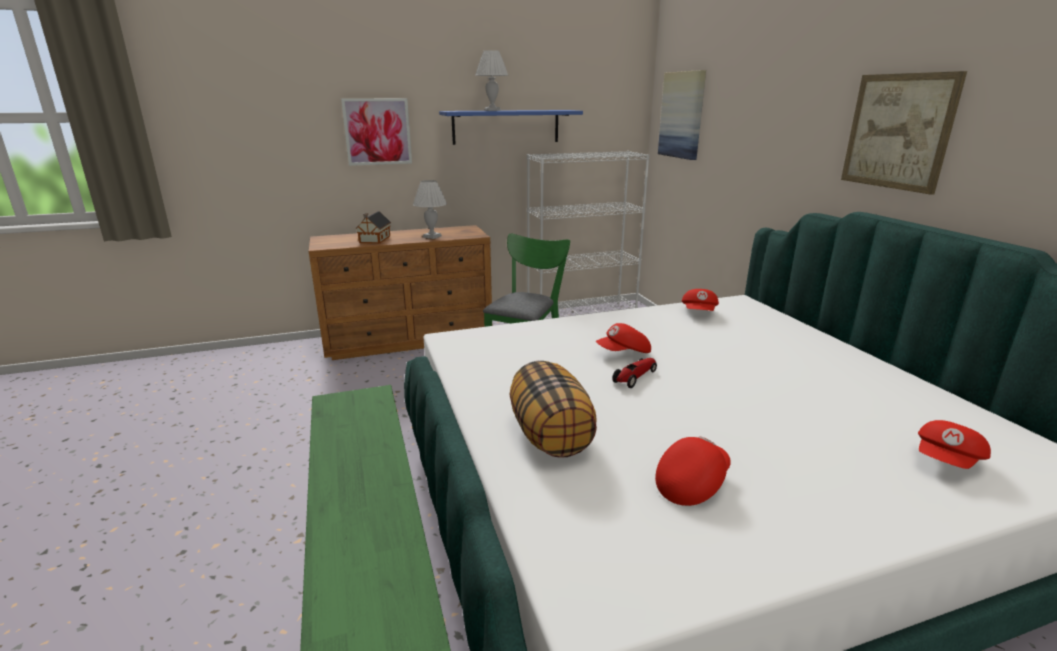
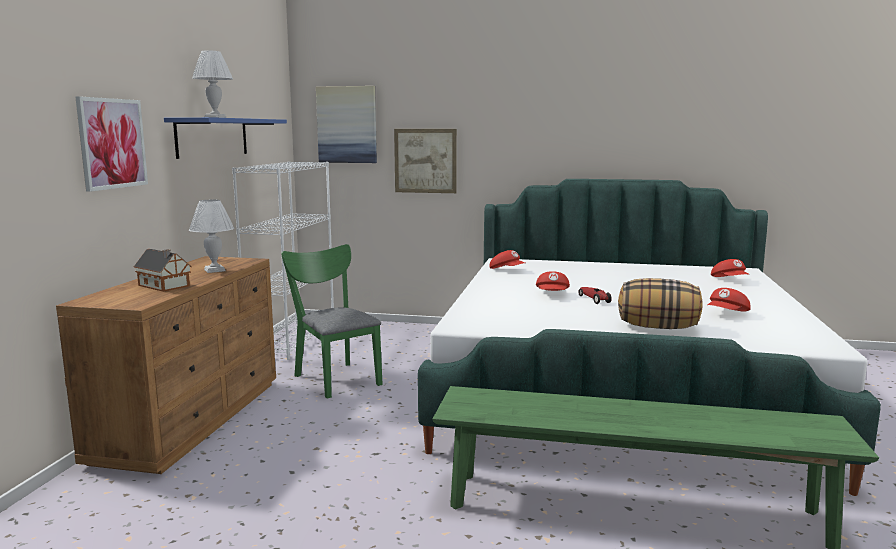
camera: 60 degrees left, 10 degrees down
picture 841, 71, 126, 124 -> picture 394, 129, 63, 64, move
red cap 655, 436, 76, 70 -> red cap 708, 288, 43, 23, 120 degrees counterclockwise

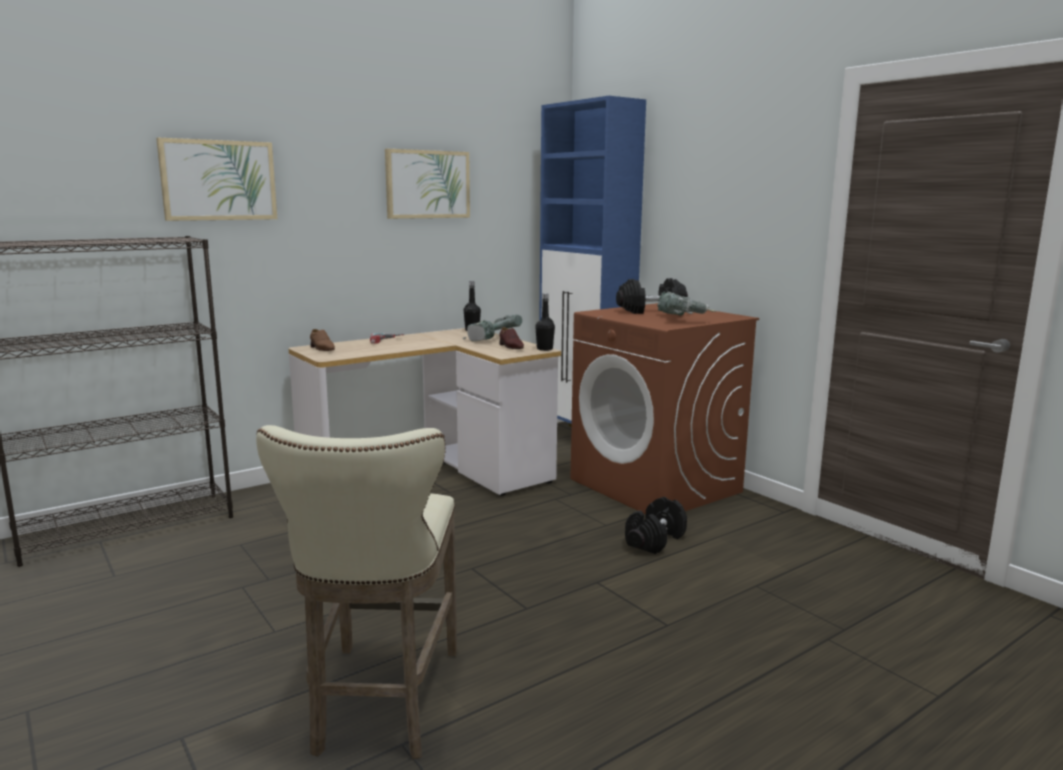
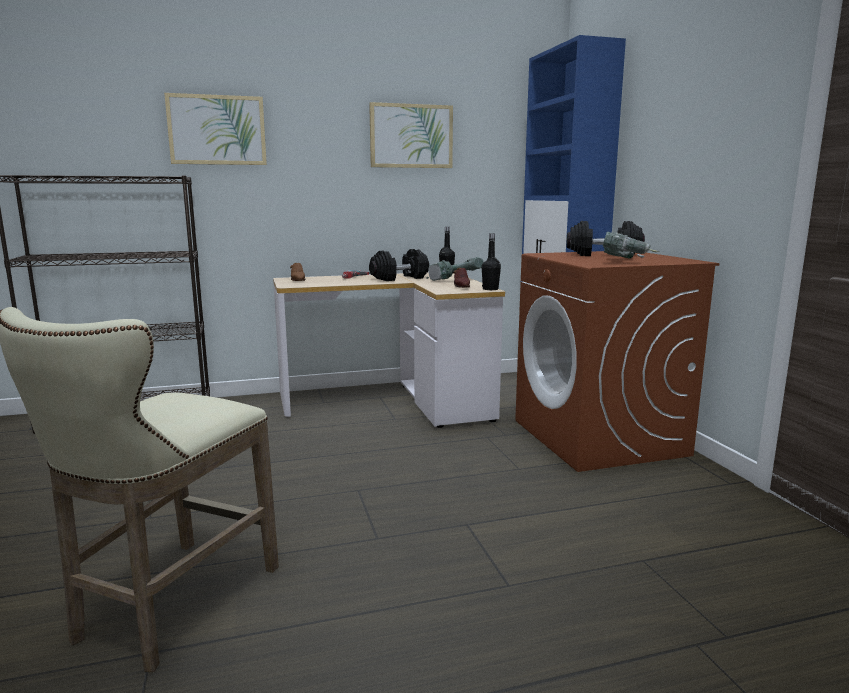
camera: 20 degrees right, 0 degrees up
black dumbbell 625, 497, 62, 57 -> black dumbbell 369, 249, 60, 32, move

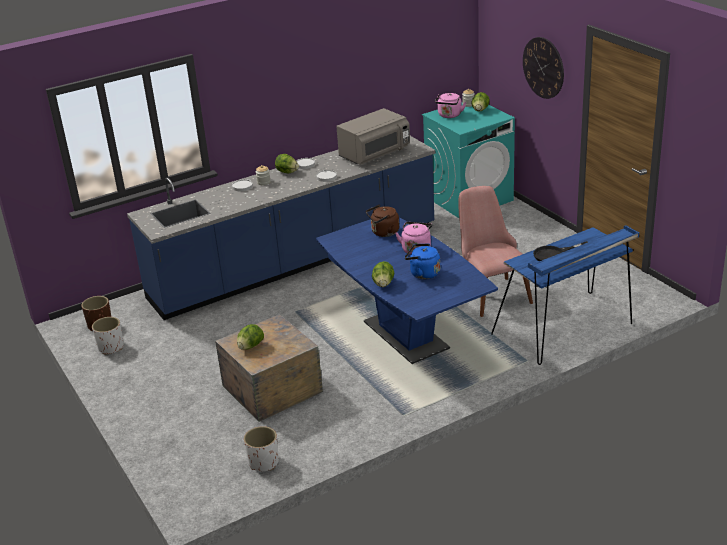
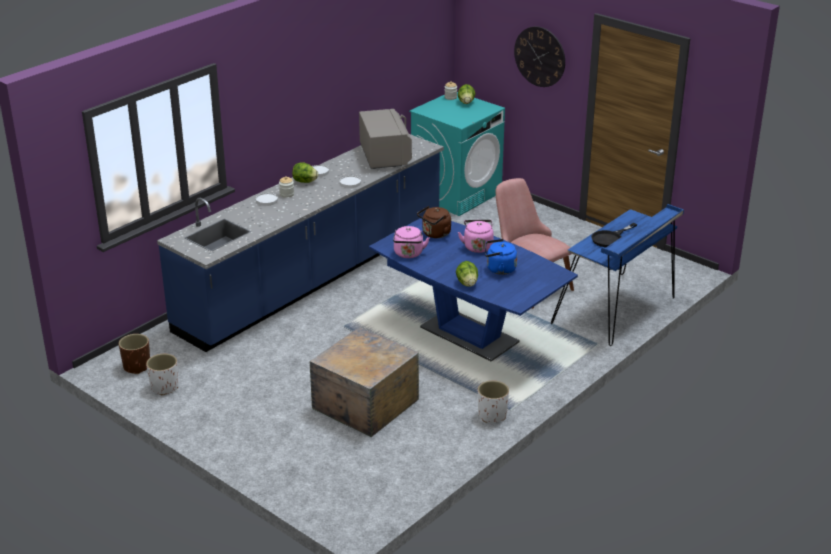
camera: 20 degrees left, 0 degrees up
pink kettle 435, 93, 31, 25 -> pink kettle 393, 226, 37, 32, move
grey microwave 336, 108, 74, 57 -> grey microwave 359, 109, 53, 60, 45 degrees counterclockwise
lettuce 237, 324, 27, 26 -> none
white planter 244, 426, 35, 45 -> white planter 478, 381, 31, 42, move

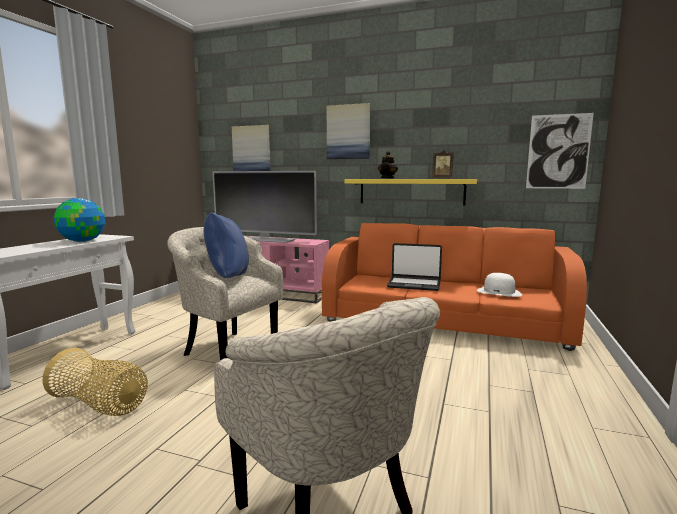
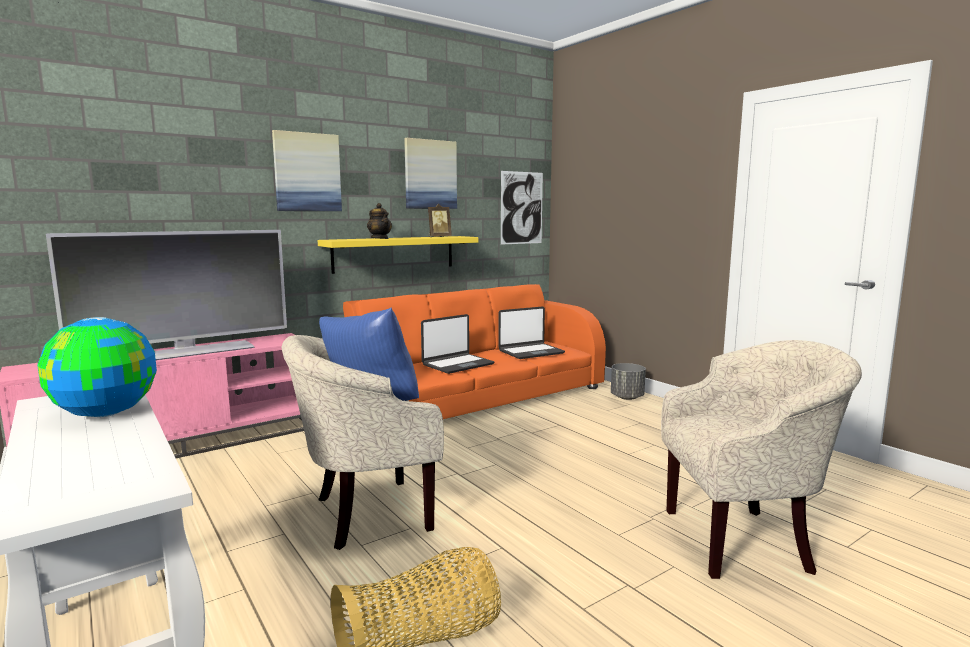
camera: 55 degrees left, 0 degrees up
picture 232, 125, 38, 46 -> picture 404, 138, 53, 71, move
white hat 477, 273, 45, 24 -> laptop 498, 306, 67, 53
none -> grey planter 611, 363, 35, 37

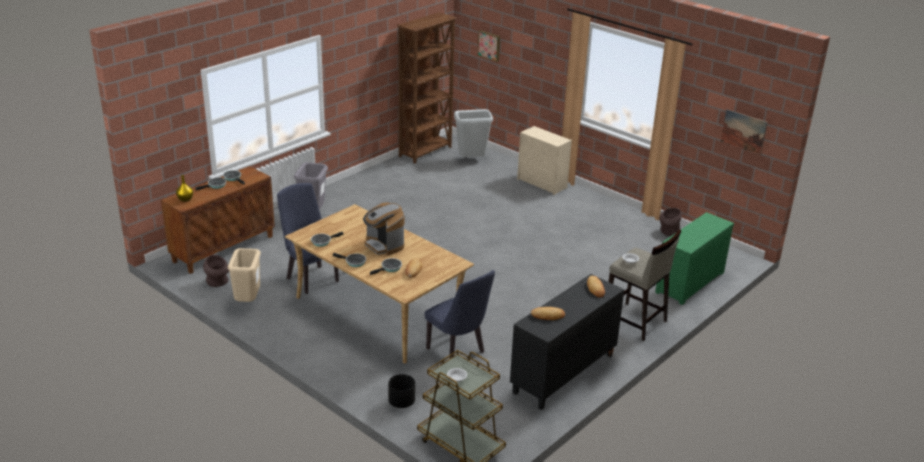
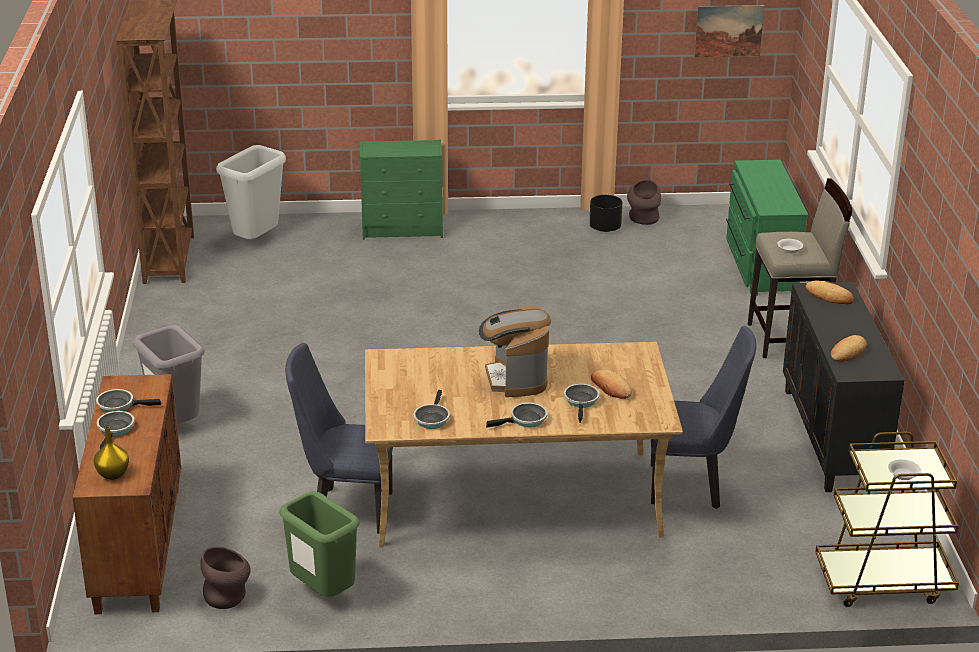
camera: 45 degrees left, 0 degrees up
picture 478, 30, 22, 32 -> none
beige dresser 517, 126, 55, 69 -> green dresser 360, 139, 83, 101
coffee machine 363, 202, 42, 54 -> coffee machine 479, 306, 72, 91, 75 degrees clockwise
beige trash can 228, 248, 33, 54 -> green trash can 279, 491, 81, 106
black planter 388, 374, 27, 34 -> black planter 589, 195, 33, 37, move

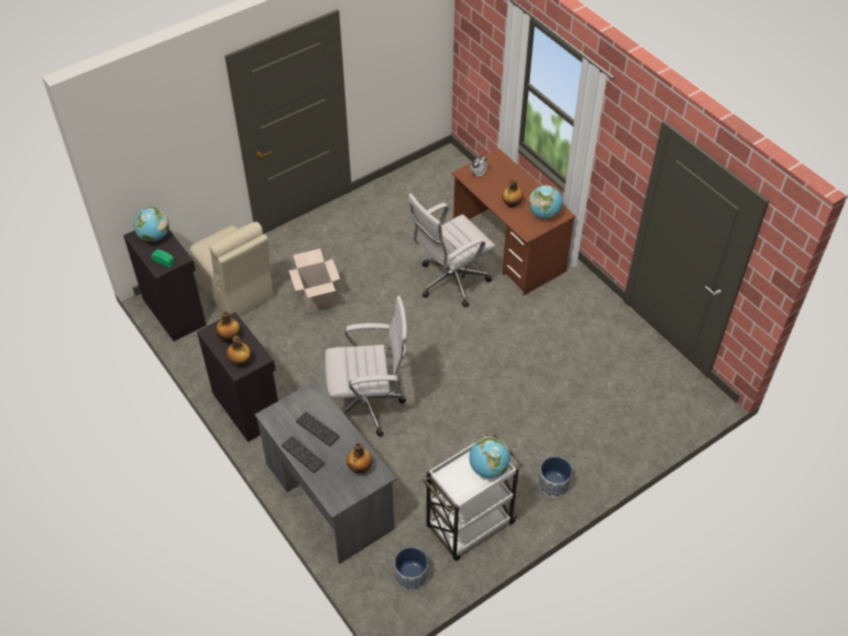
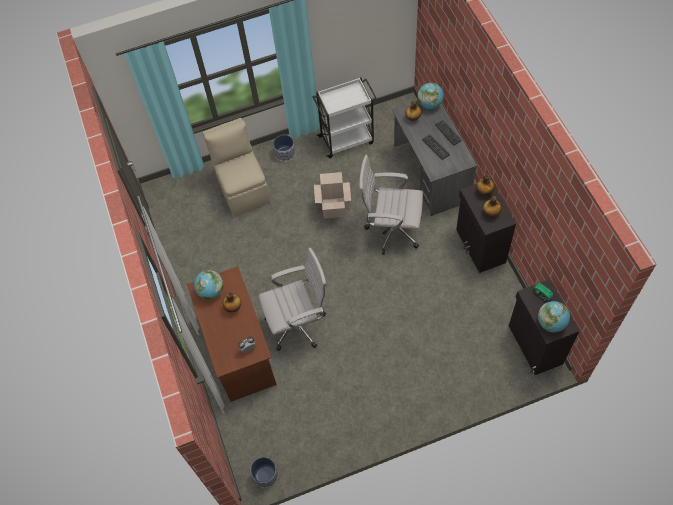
camera: 160 degrees left, 10 degrees up
beige chair 190, 222, 84, 95 -> beige chair 202, 118, 68, 98, move
cardboard box 289, 249, 51, 63 -> cardboard box 314, 172, 37, 47, move
globe 469, 436, 41, 42 -> globe 417, 83, 27, 26, move
planter 394, 547, 34, 44 -> planter 250, 457, 28, 31, move

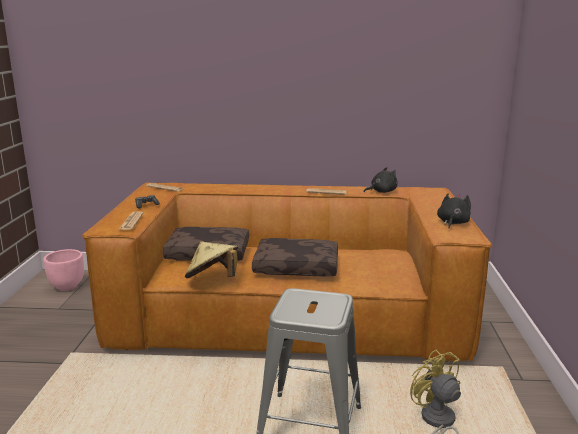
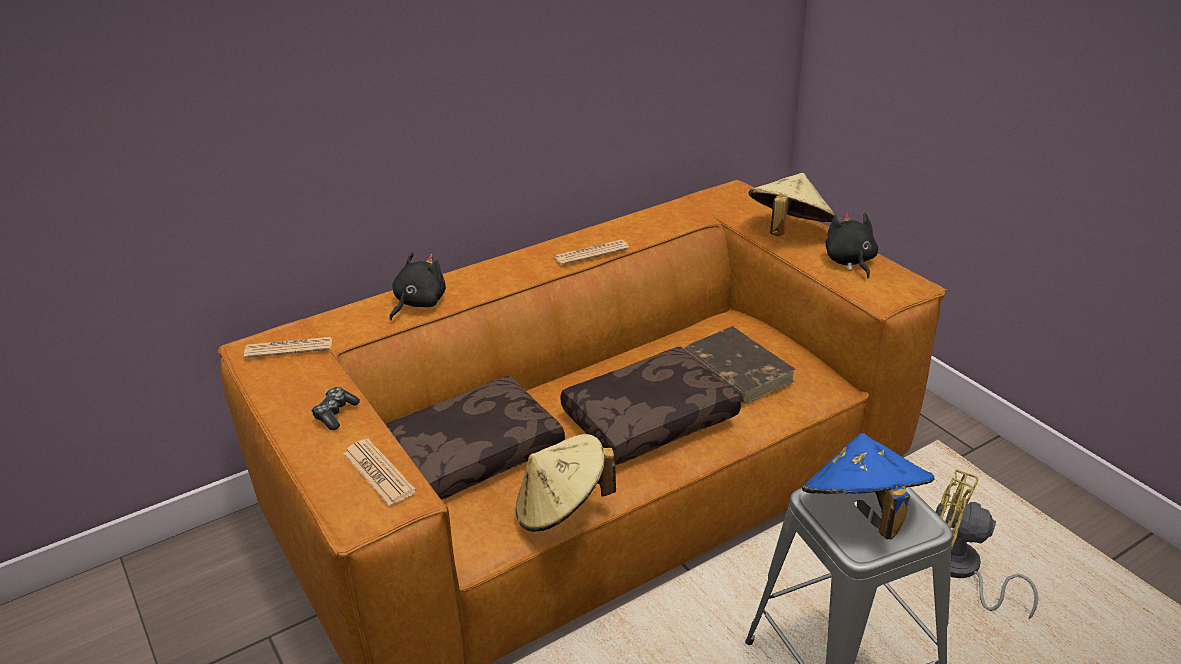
camera: 35 degrees left, 15 degrees up
black plush toy 364, 167, 34, 26 -> black plush toy 390, 252, 56, 68, move
pink planter 43, 249, 41, 42 -> none
none -> beige hat 748, 173, 89, 63
none -> brown book 684, 326, 112, 78
none -> blue hat 802, 433, 132, 106

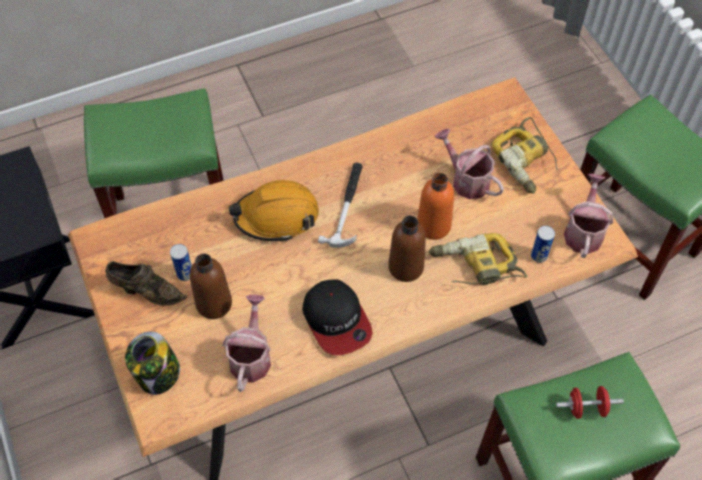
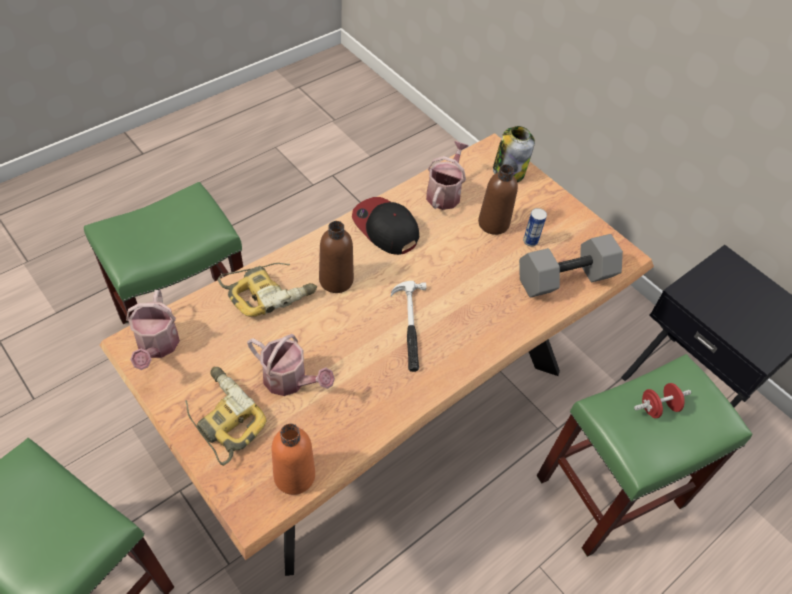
camera: 160 degrees right, 5 degrees down
orange bottle 417, 173, 37, 67 -> orange bottle 271, 424, 44, 71, move
orange hard hat 229, 180, 90, 61 -> none
can 531, 226, 24, 37 -> none
brown shoe 105, 261, 82, 45 -> none
watering can 222, 295, 49, 97 -> watering can 426, 141, 43, 69, 150 degrees counterclockwise
red dumbbell 556, 386, 68, 33 -> red dumbbell 634, 383, 57, 35, move
none -> grey dumbbell 519, 234, 104, 64

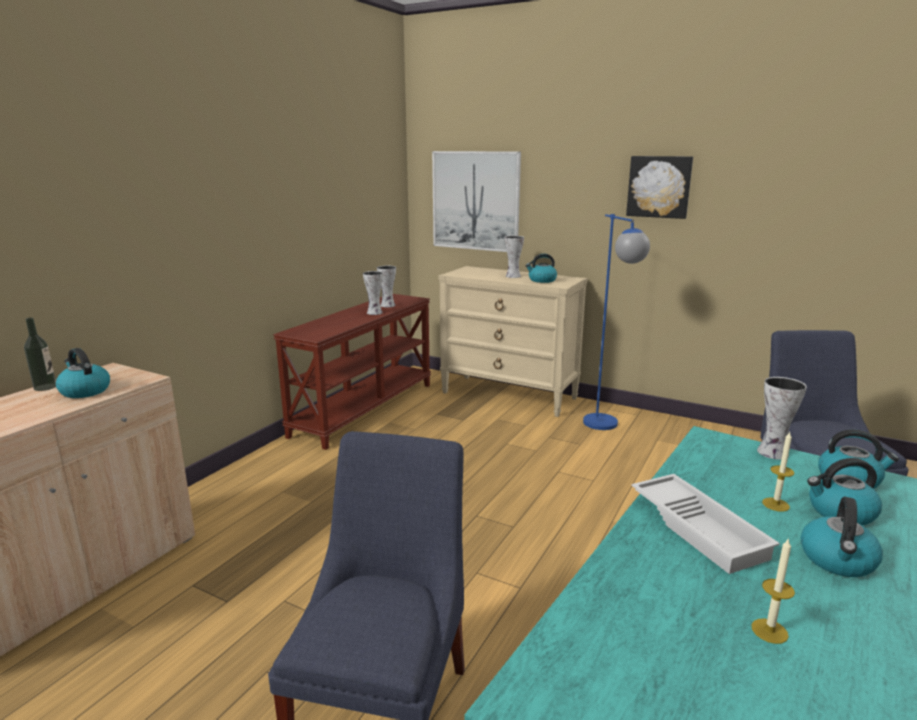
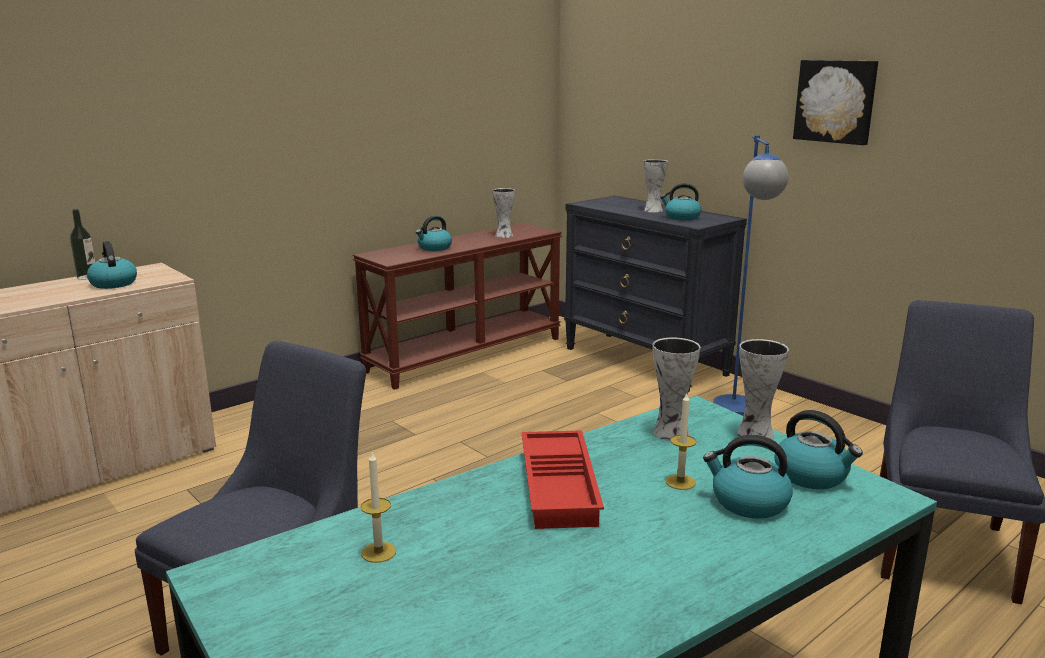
camera: 20 degrees right, 0 degrees up
picture 432, 151, 89, 101 -> none
beige dresser 438, 266, 150, 151 -> black dresser 564, 196, 183, 196
vase 363, 271, 20, 44 -> vase 653, 337, 47, 104, move
white tray 631, 474, 149, 100 -> red tray 522, 430, 82, 99
kettle 801, 497, 82, 80 -> kettle 416, 216, 36, 35, move
candle 751, 538, 44, 106 -> candle 361, 452, 35, 111, move

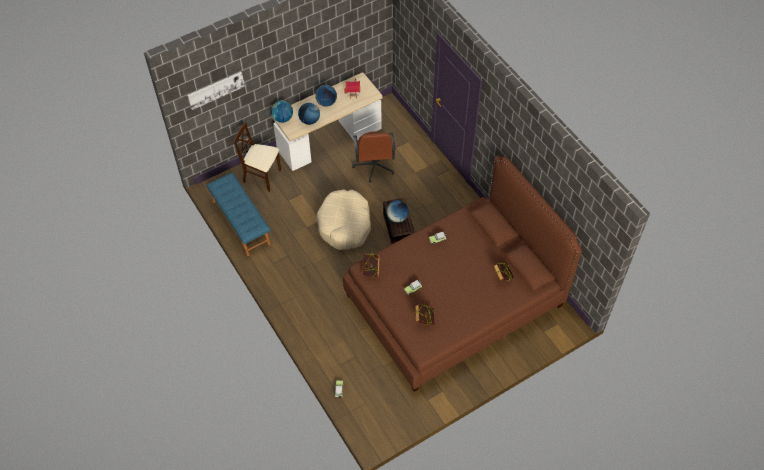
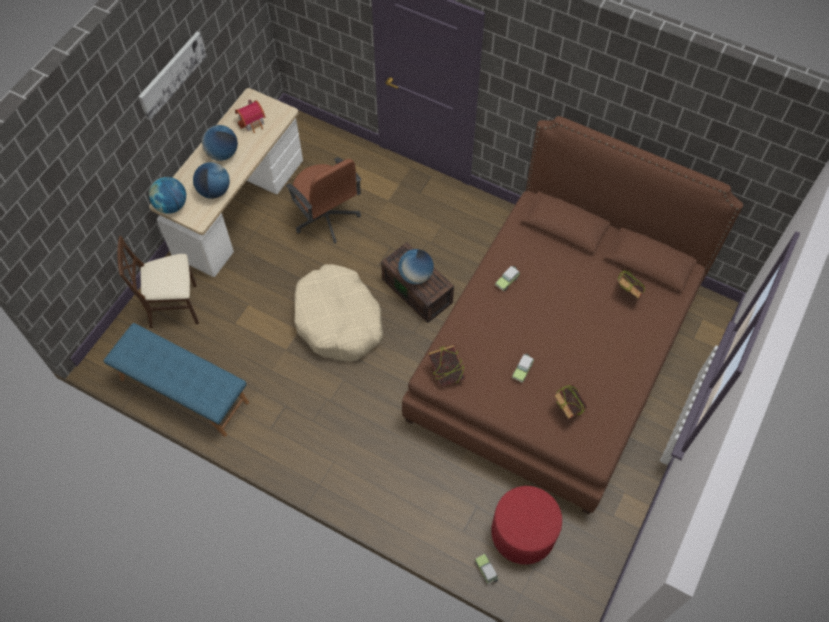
camera: 30 degrees left, 5 degrees up
picture 187, 72, 58, 38 -> picture 138, 32, 69, 88, move
none -> red ottoman 491, 486, 71, 78

